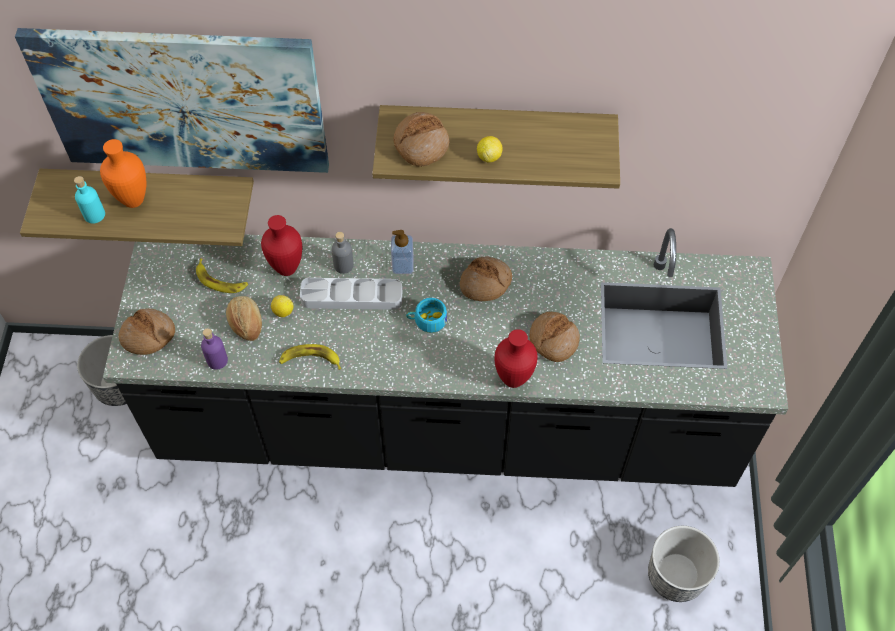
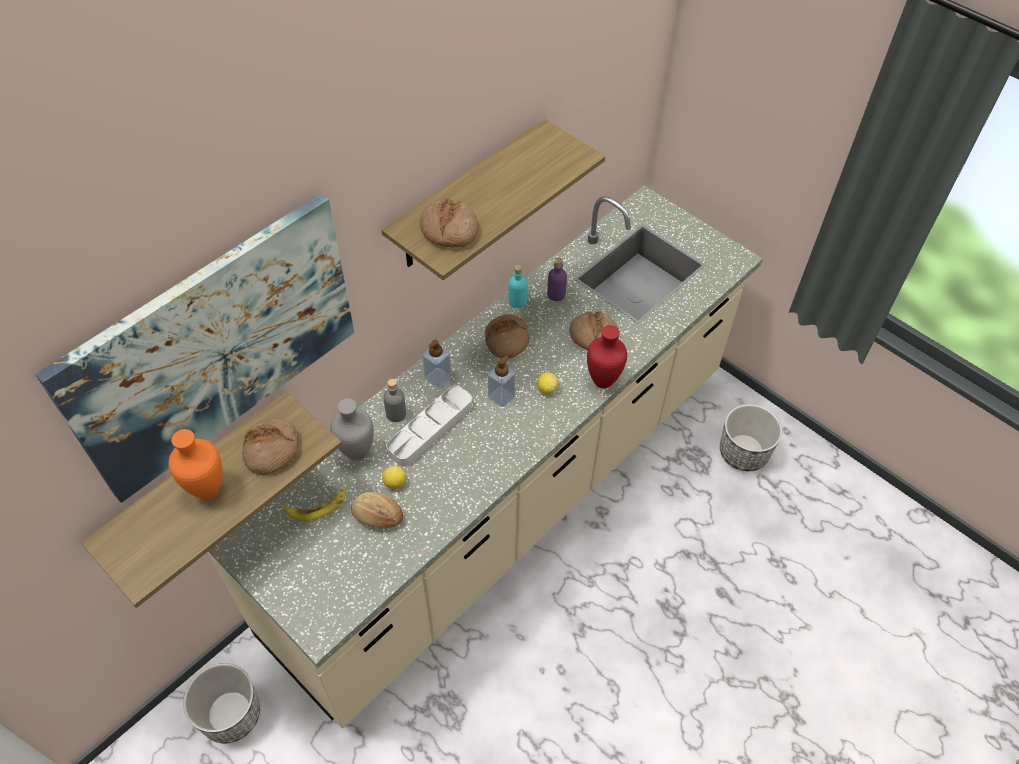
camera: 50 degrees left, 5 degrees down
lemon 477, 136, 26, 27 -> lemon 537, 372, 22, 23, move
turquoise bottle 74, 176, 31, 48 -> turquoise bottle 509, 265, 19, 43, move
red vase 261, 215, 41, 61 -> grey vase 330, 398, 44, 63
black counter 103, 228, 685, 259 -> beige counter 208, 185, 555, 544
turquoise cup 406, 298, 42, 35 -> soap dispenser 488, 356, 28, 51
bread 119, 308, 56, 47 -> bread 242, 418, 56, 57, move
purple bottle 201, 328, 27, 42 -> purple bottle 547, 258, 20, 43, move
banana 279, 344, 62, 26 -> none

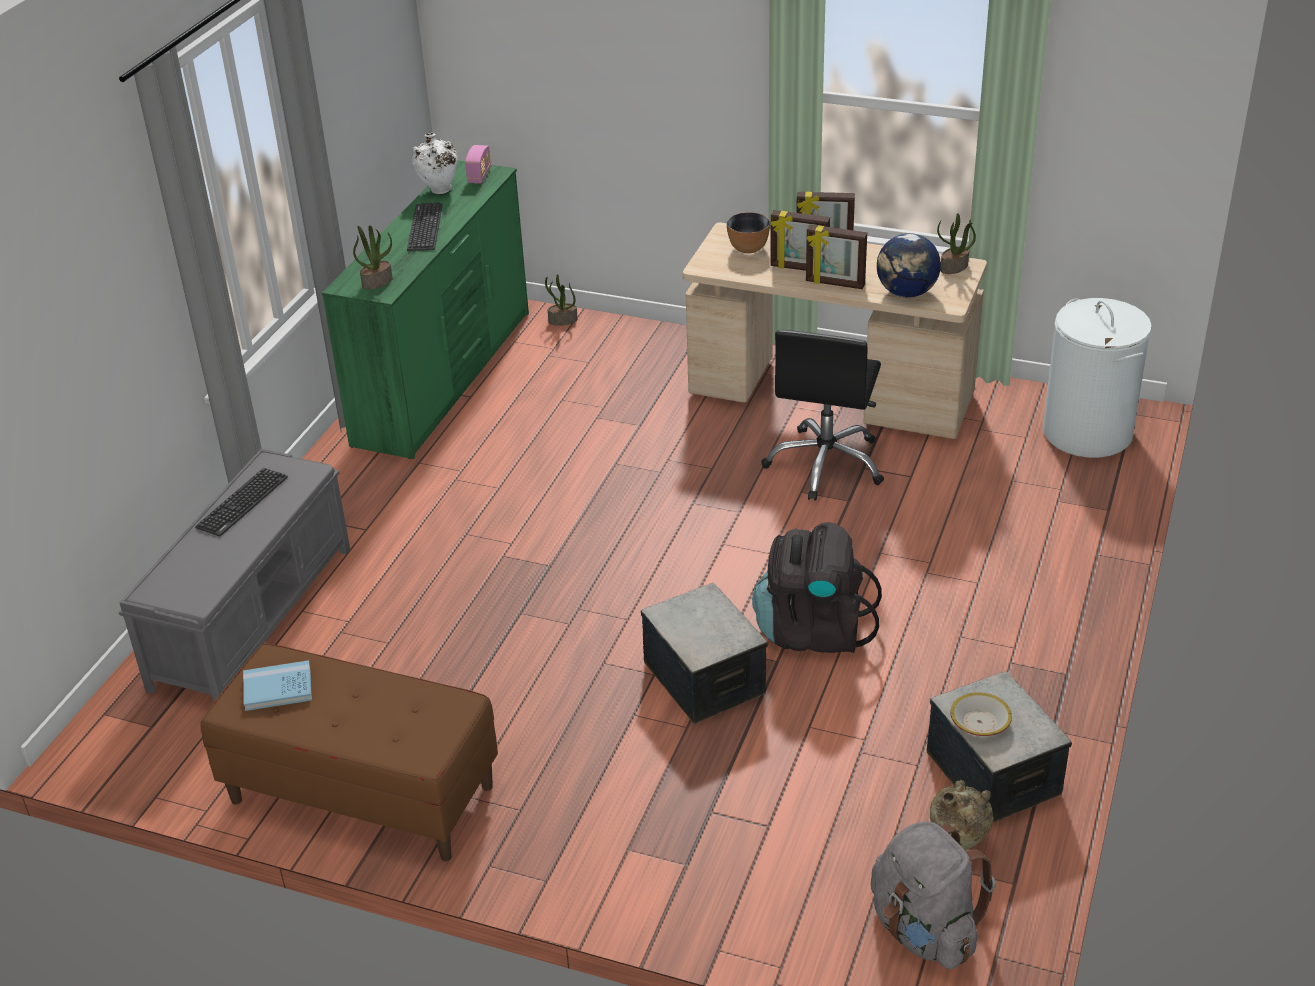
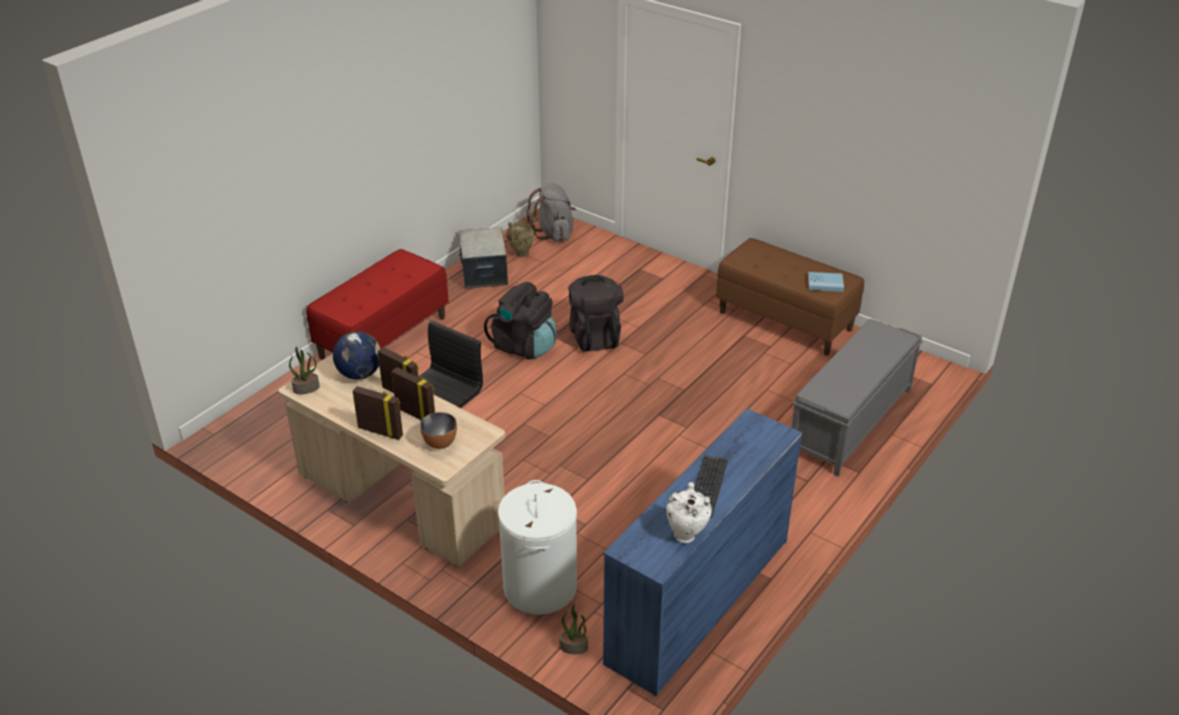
camera: 165 degrees left, 0 degrees up
radio 465, 145, 26, 38 -> none
green dresser 322, 160, 207, 299 -> blue dresser 603, 408, 199, 288
potted plant 353, 225, 40, 65 -> none
white laundry basket 1043, 298, 109, 160 -> white laundry basket 498, 480, 79, 135, move
keyboard 195, 468, 93, 68 -> none
storage box 641, 583, 127, 141 -> black backpack 568, 275, 55, 77
bowl 950, 692, 62, 44 -> none
none -> red bench 306, 249, 143, 110

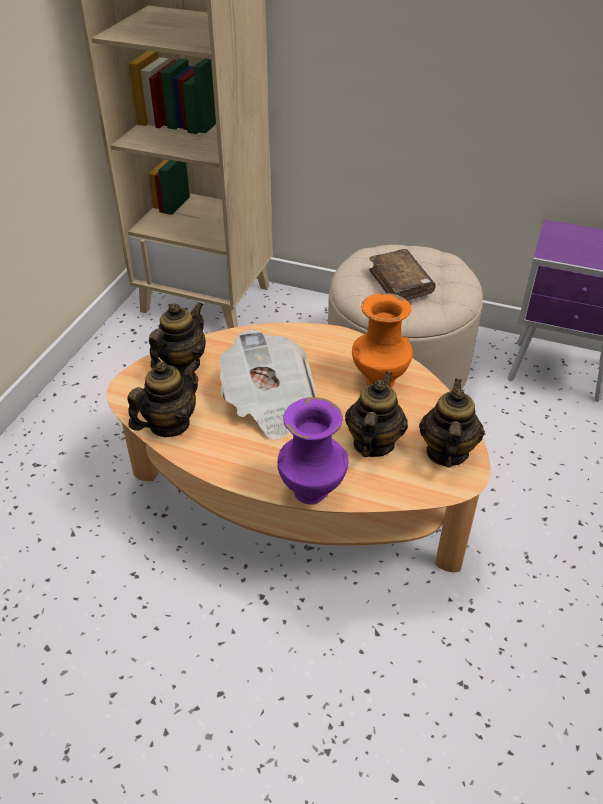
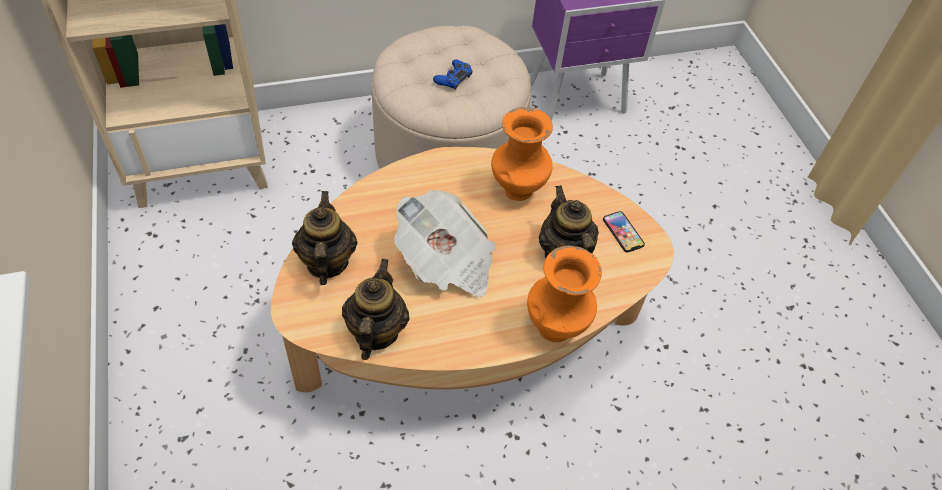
camera: 40 degrees left, 10 degrees up
brown book 369, 249, 67, 52 -> blue game controller 433, 59, 39, 31
teapot 419, 379, 66, 89 -> phone 603, 211, 42, 41
purple vase 277, 397, 71, 108 -> orange vase 527, 246, 75, 96

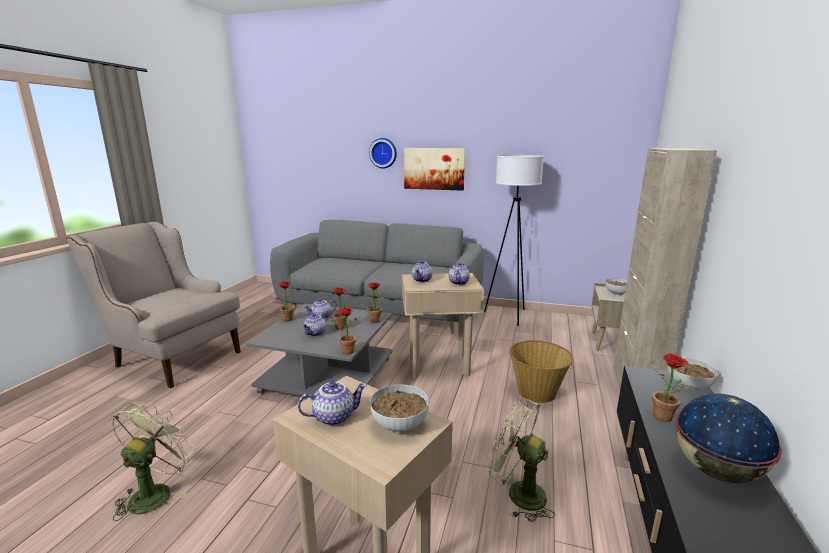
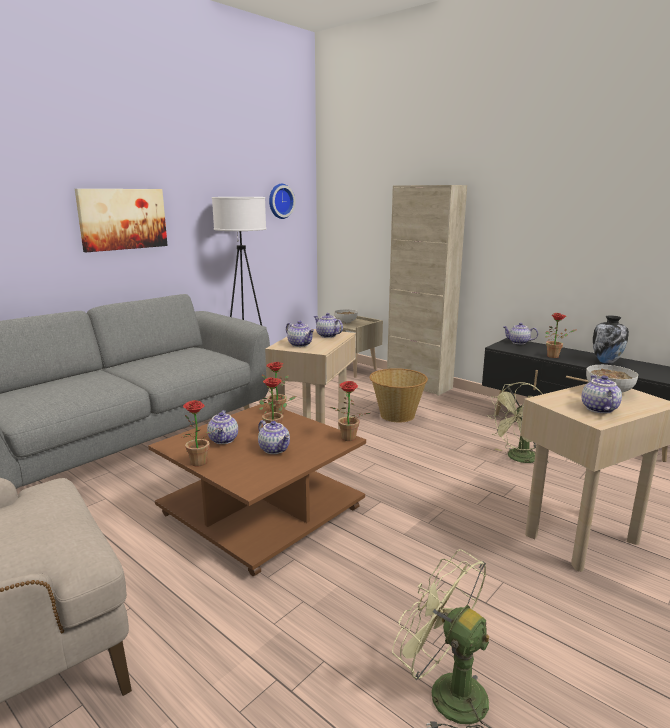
camera: 65 degrees left, 0 degrees up
wall clock 369, 138, 28, 30 -> wall clock 269, 184, 26, 35, move
grey coffee table 246, 303, 147, 93 -> brown coffee table 148, 403, 218, 173
bowl 668, 357, 50, 33 -> teapot 503, 323, 35, 21
globe 675, 393, 107, 90 -> vase 593, 315, 36, 49

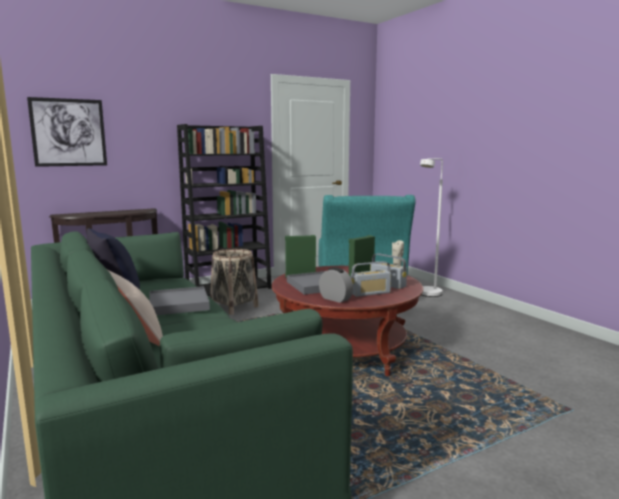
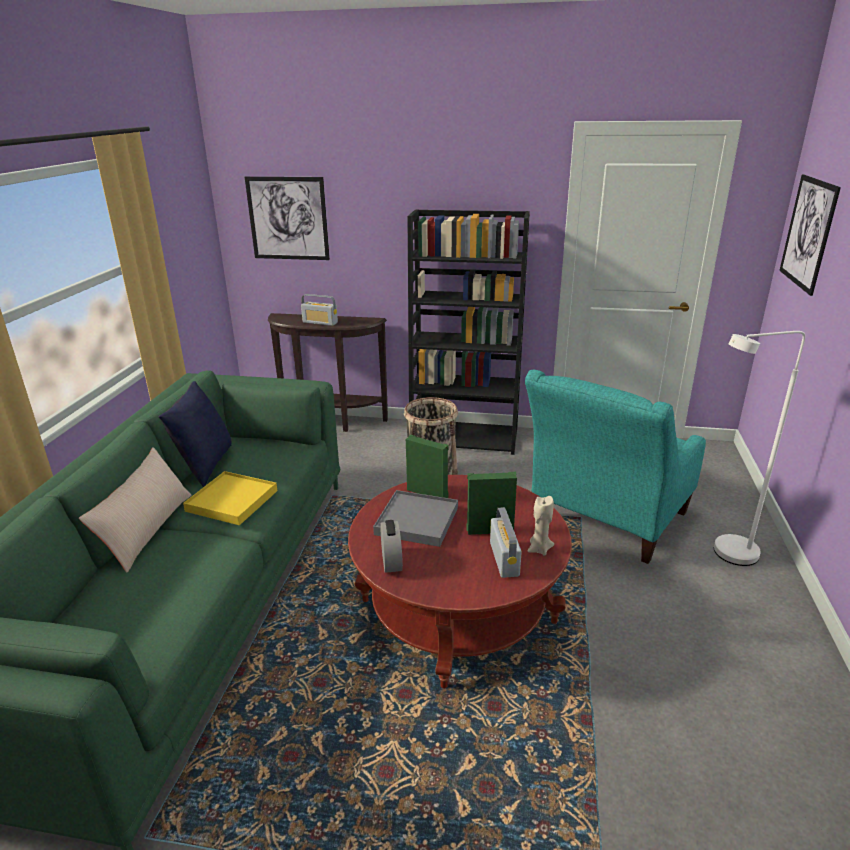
camera: 40 degrees right, 15 degrees up
radio 351, 261, 40, 36 -> radio 301, 294, 37, 32, move
grey tray 149, 286, 61, 29 -> yellow tray 183, 471, 94, 54
none -> picture 779, 175, 62, 121

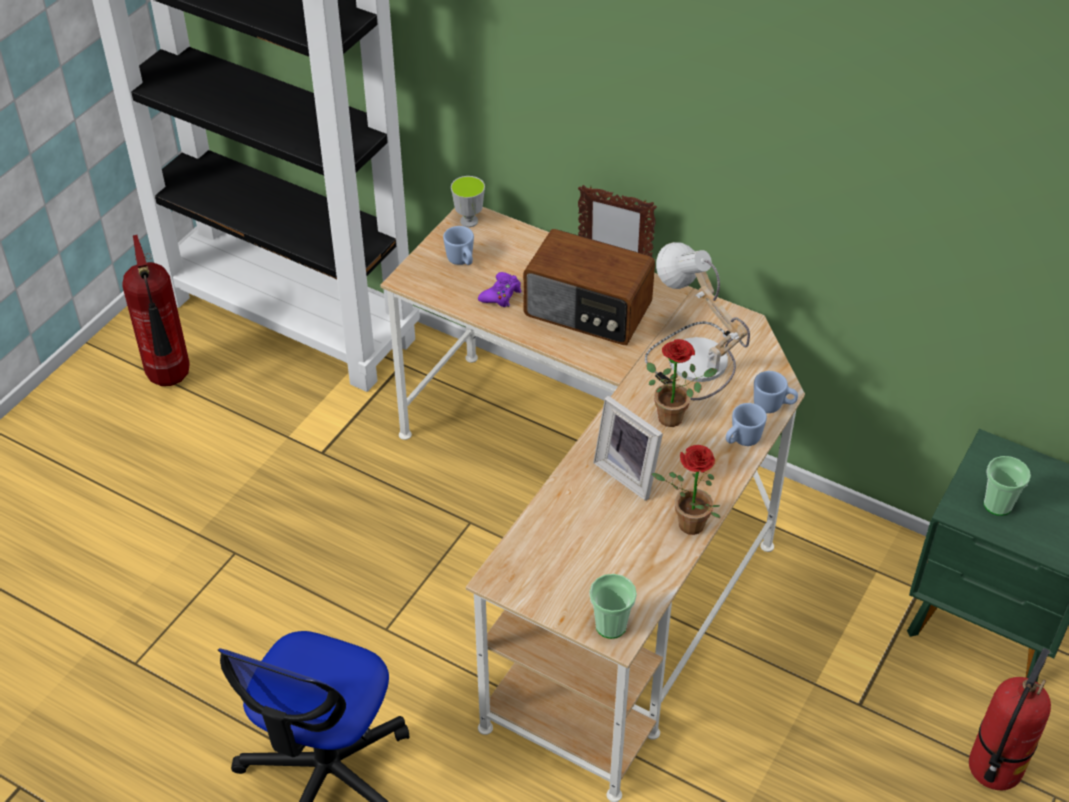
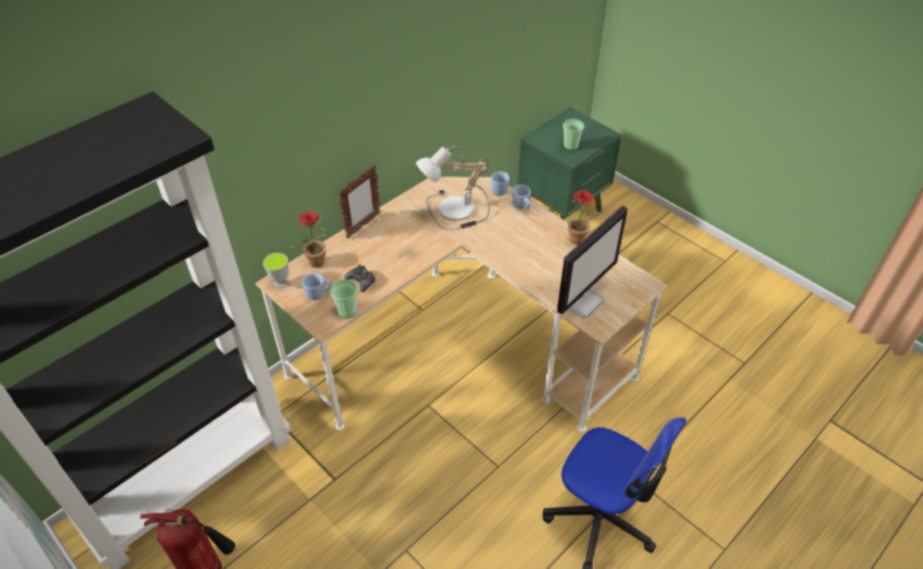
camera: 75 degrees left, 0 degrees up
radio 523, 229, 132, 116 -> none
purple game controller 478, 272, 43, 35 -> black game controller 344, 265, 31, 27
potted plant 646, 339, 72, 88 -> potted plant 290, 212, 37, 56, move
picture frame 593, 396, 70, 105 -> none
cup 589, 574, 48, 65 -> cup 330, 280, 28, 38, move
fire extinguisher 969, 648, 82, 142 -> none
none -> monitor 557, 206, 71, 112

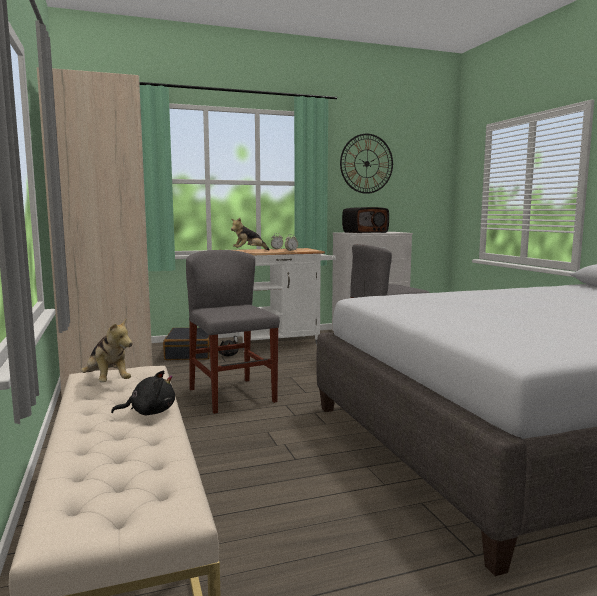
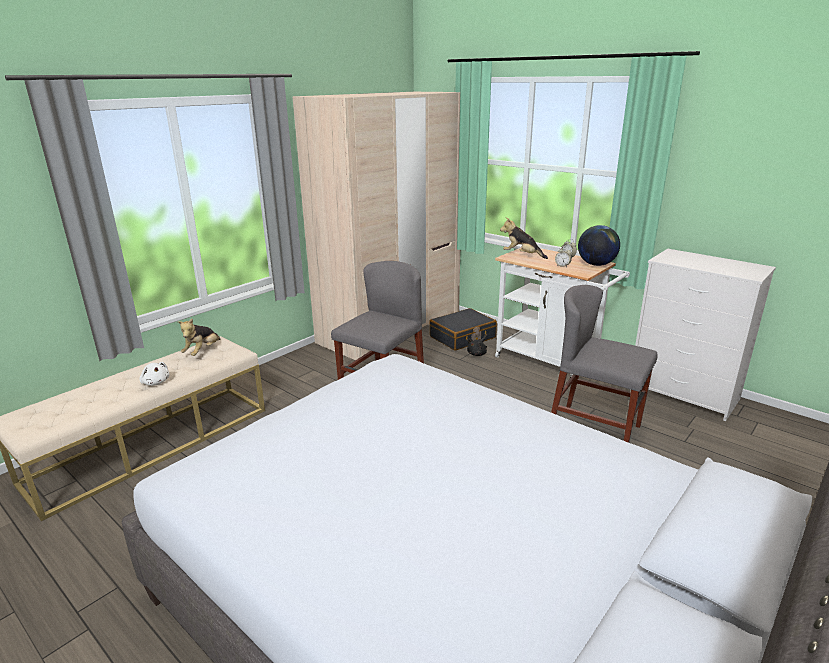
camera: 60 degrees right, 15 degrees up
wall clock 340, 134, 53, 60 -> none
radio 342, 207, 47, 26 -> none
black plush toy 111, 370, 64, 45 -> white plush toy 140, 362, 29, 24
none -> globe 578, 225, 42, 41

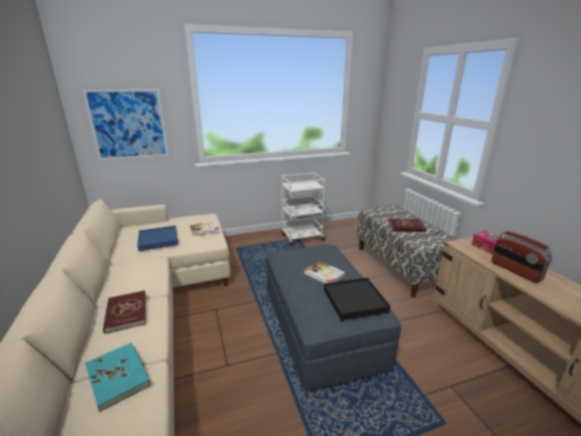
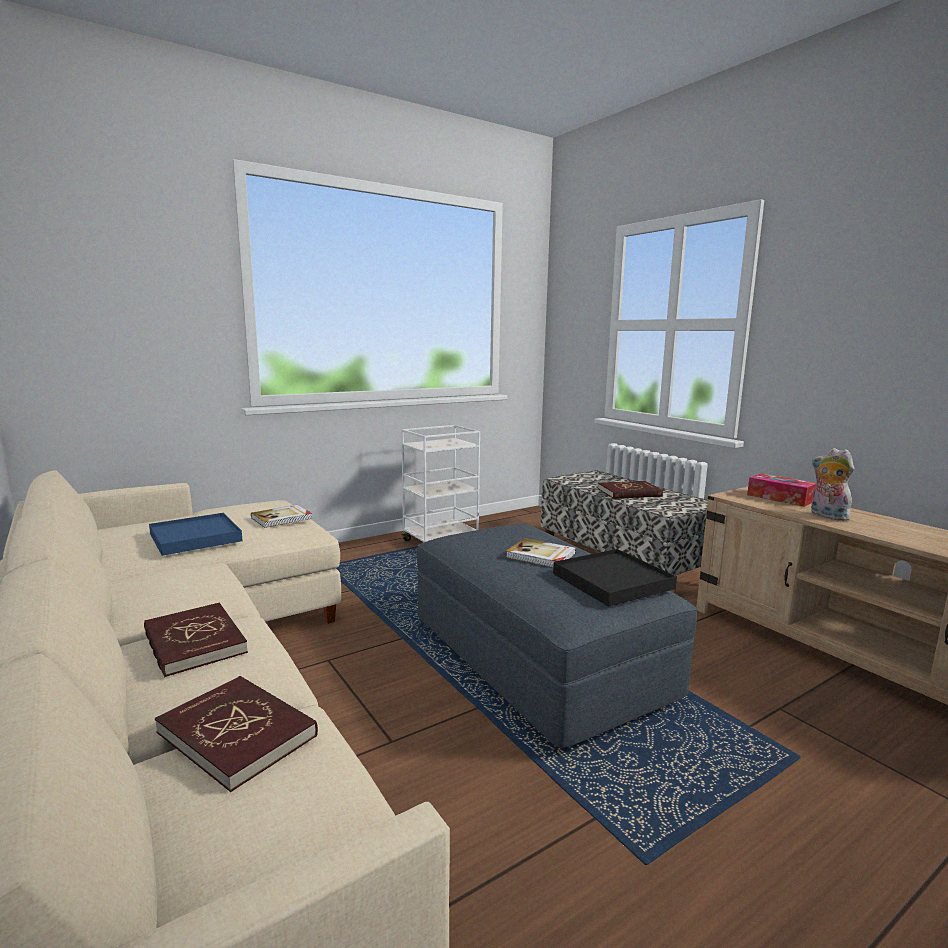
camera: 15 degrees left, 10 degrees down
picture 82, 89, 87, 72 -> none
radio 491, 231, 61, 52 -> plush toy 811, 448, 43, 73
turquoise book 85, 343, 66, 70 -> red book 155, 676, 163, 116

